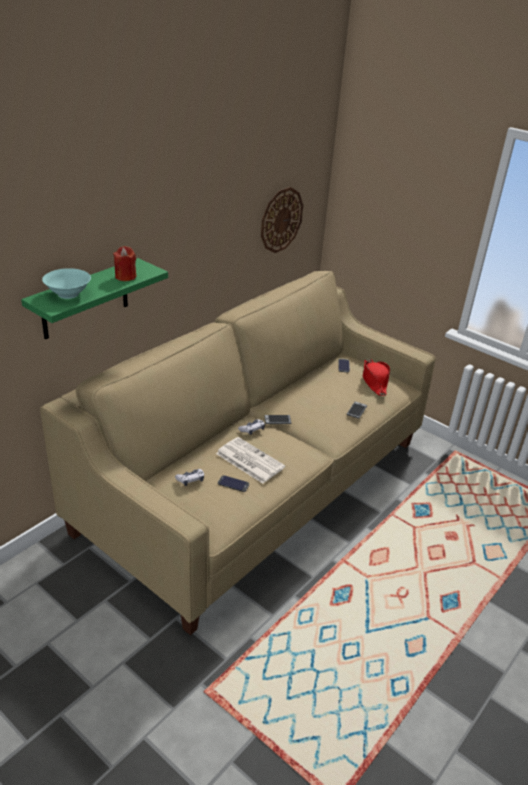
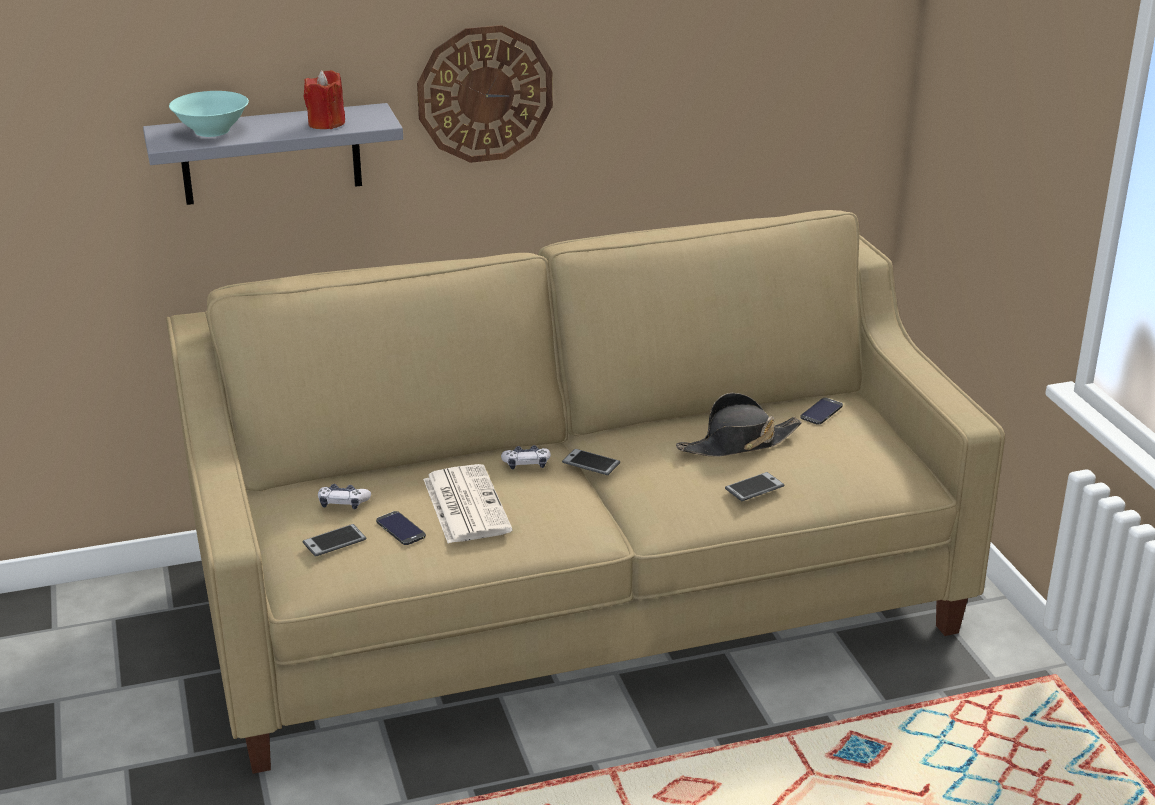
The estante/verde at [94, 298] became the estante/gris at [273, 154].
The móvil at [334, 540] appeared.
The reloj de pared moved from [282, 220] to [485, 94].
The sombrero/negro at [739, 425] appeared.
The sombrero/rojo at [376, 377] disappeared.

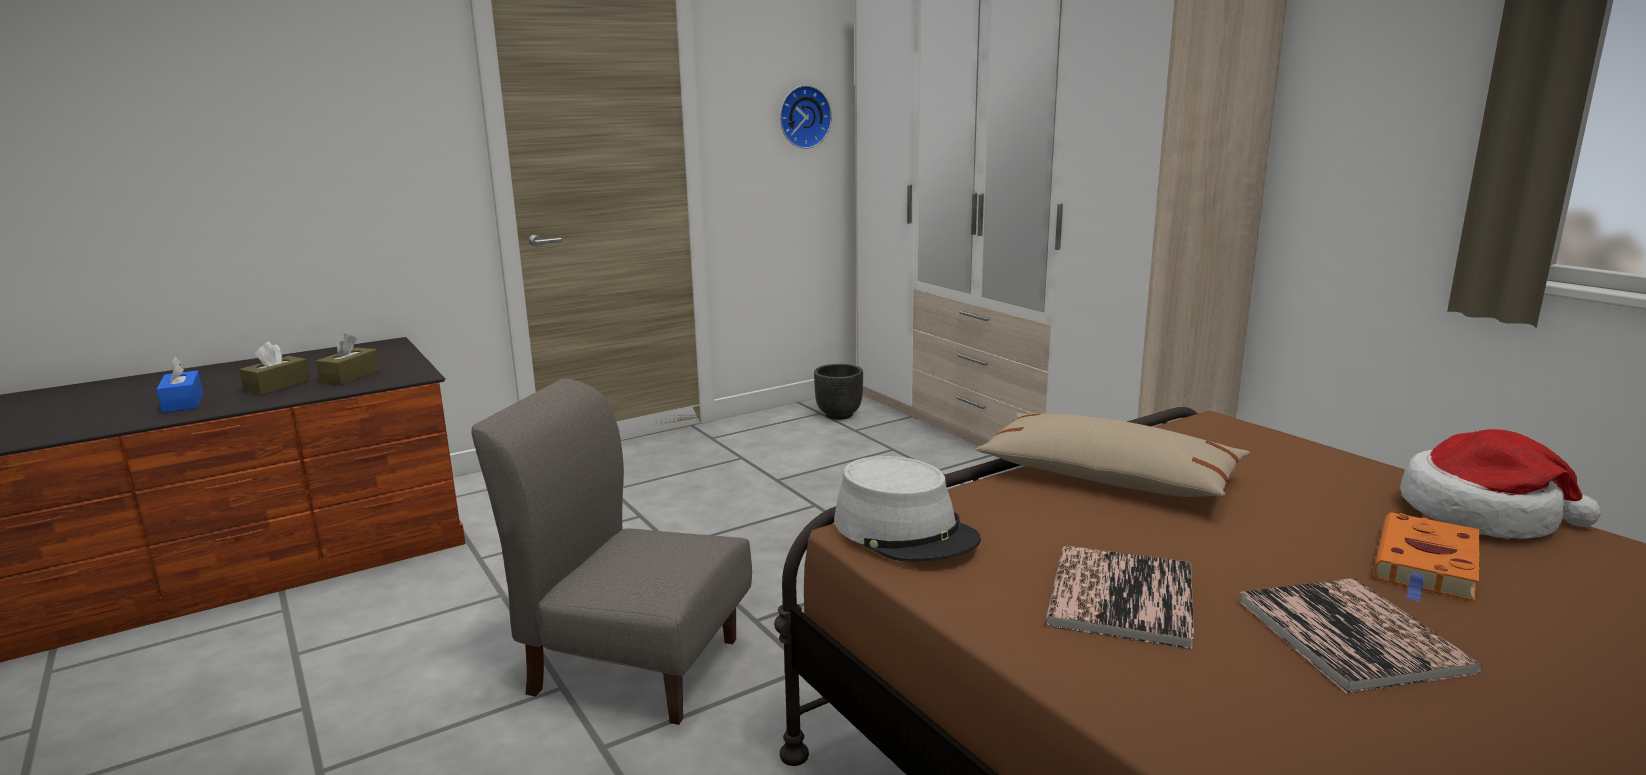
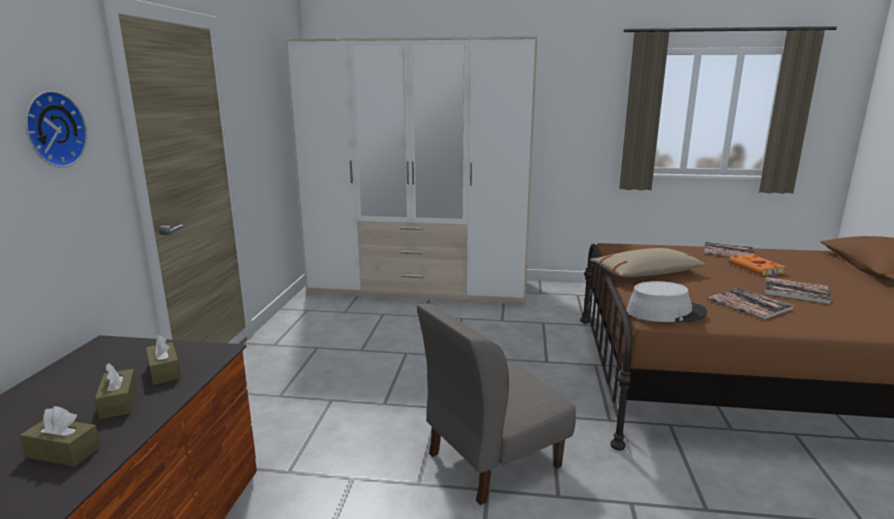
The caja de pañuelos/azul at [179, 384] became the caja de pañuelos/marrón at [60, 436].
The reloj de pared moved from [806, 117] to [56, 129].
The sombrero at [1500, 484] was replaced by the libro at [729, 249].
The maceta/negro at [838, 392] disappeared.

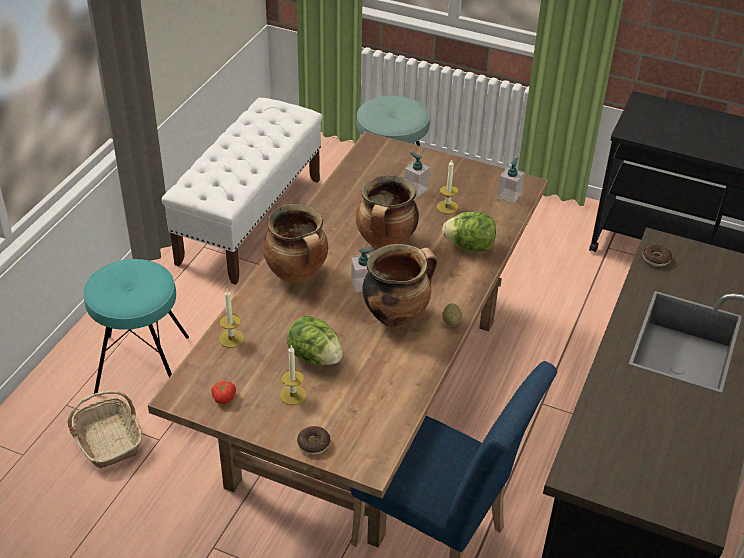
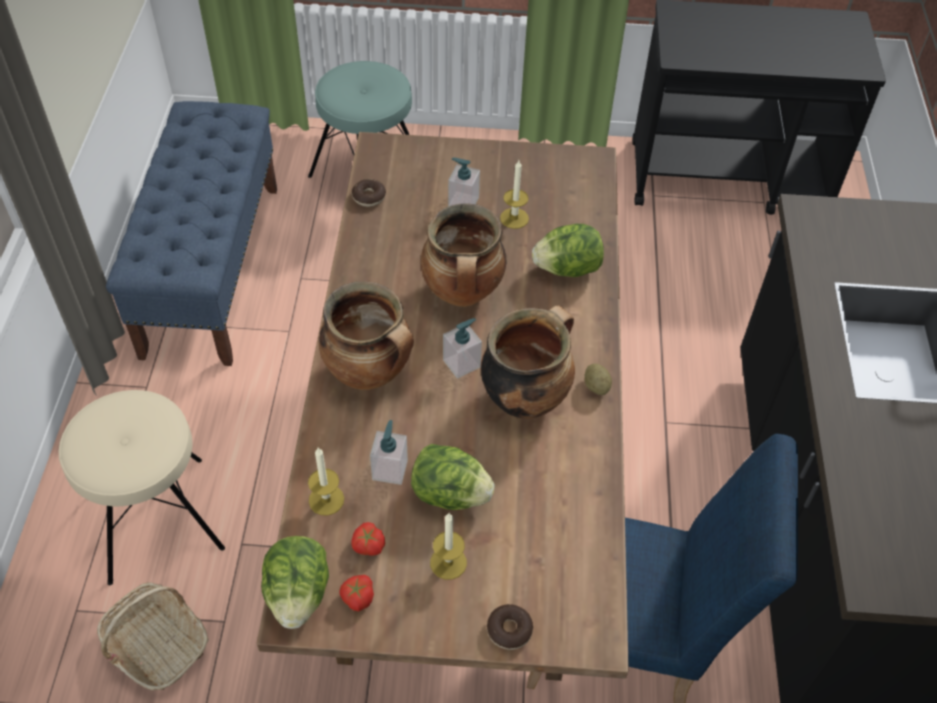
The taburete/turquesa at [136, 326] became the taburete/beis at [142, 487].
The banco/blanco at [242, 191] became the banco/azul at [191, 233].
The lechuga at [295, 582] appeared.
The tomate at [368, 539] appeared.
The rosquilla moved from [657, 255] to [369, 193].
The dispensador de jabón moved from [511, 180] to [389, 452].

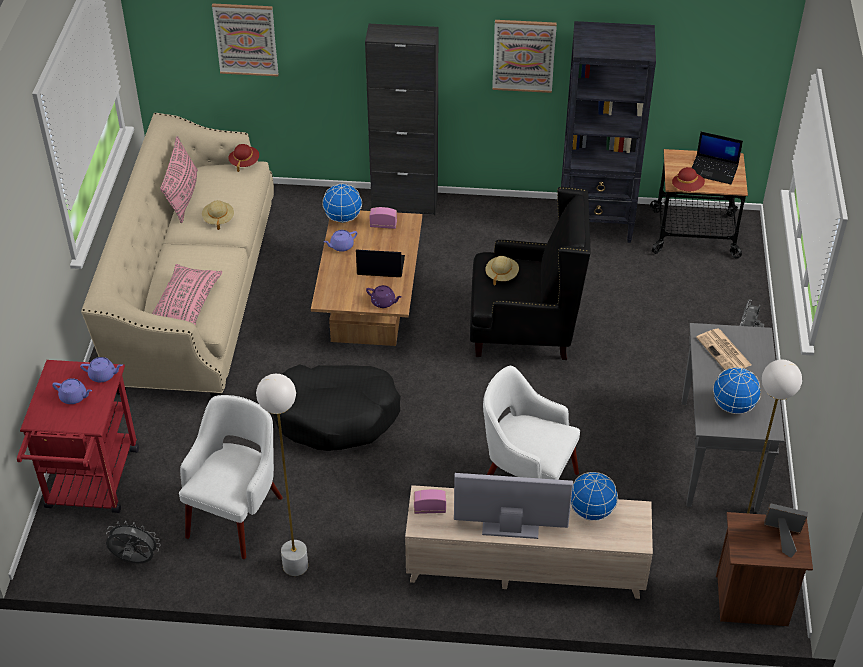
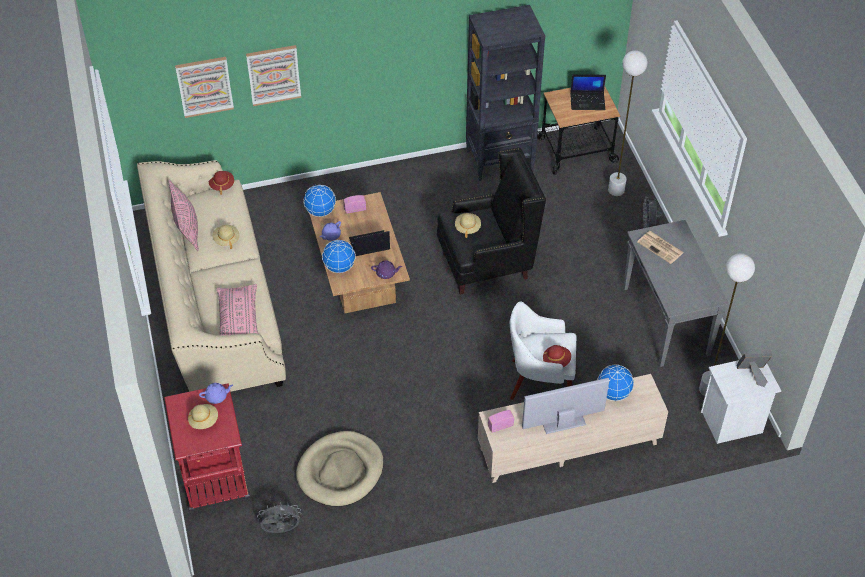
The tetera/morado at [72, 391] was replaced by the sombrero/beis at [203, 416].
The cuadro moved from [524, 56] to [273, 75].
The sillón/blanco at [231, 477] was replaced by the cama para perro/beis at [339, 468].
The globo terráqueo moved from [737, 390] to [339, 256].
The sombrero/rojo moved from [688, 179] to [557, 356].
The lámpara de pie/blanco moved from [282, 475] to [628, 123].
The mesita de noche/marrón at [764, 569] became the mesita de noche/blanco at [741, 402].
The cama para perro/negro at [337, 407] disappeared.
The armario/negro at [401, 119] disappeared.

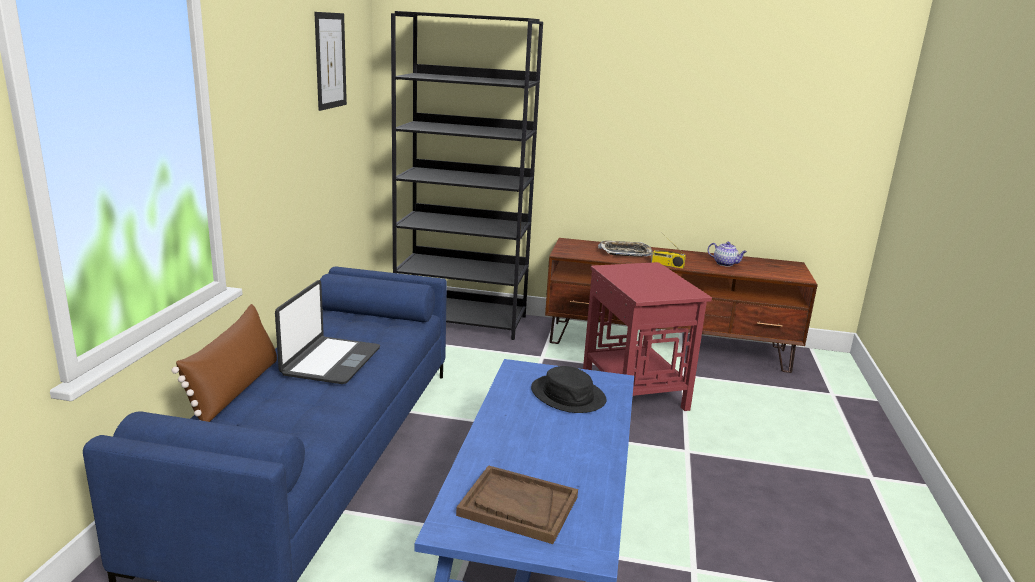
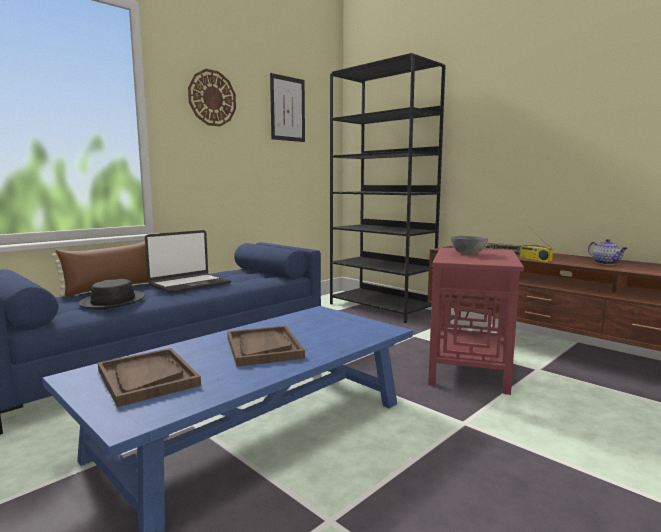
The sombrero/negro moved from [569, 389] to [111, 294].
The reloj de pared at [212, 98] appeared.
The bandeja/marrón at [266, 346] appeared.
The cuenco/gris at [469, 245] appeared.

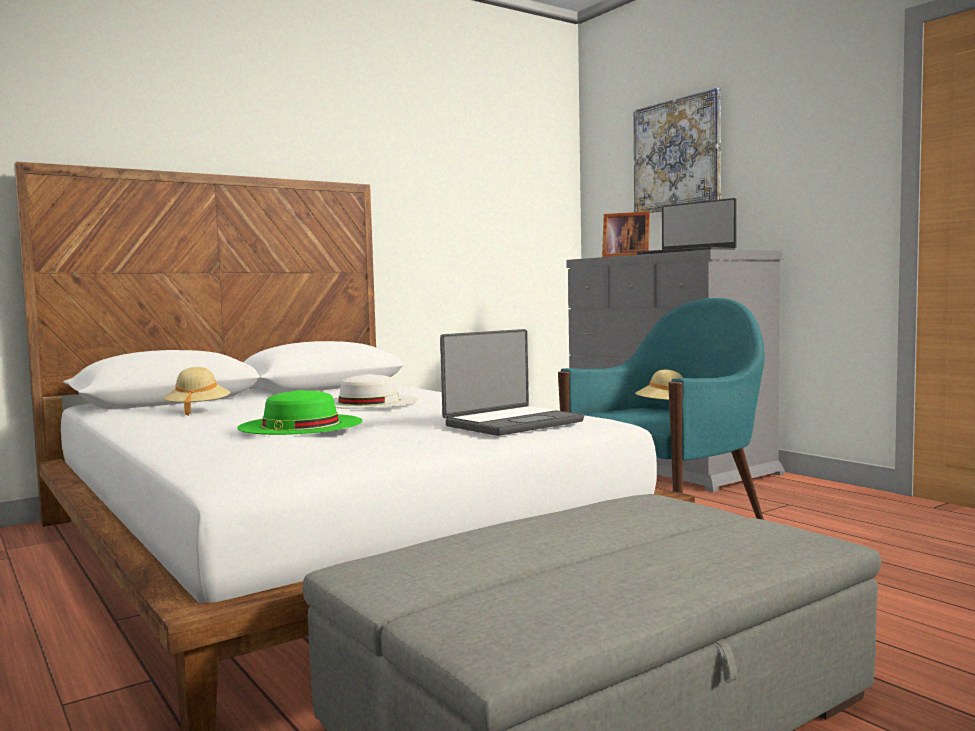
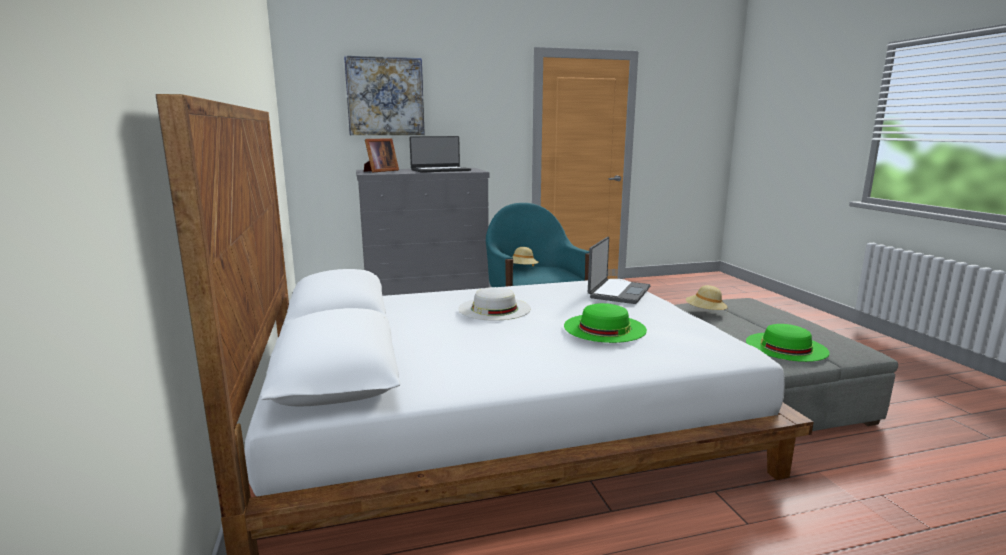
The portátil at [512, 382] turned 45 degrees clockwise.
The sombrero/beis moved from [197, 391] to [707, 297].
The sombrero/verde at [788, 343] appeared.

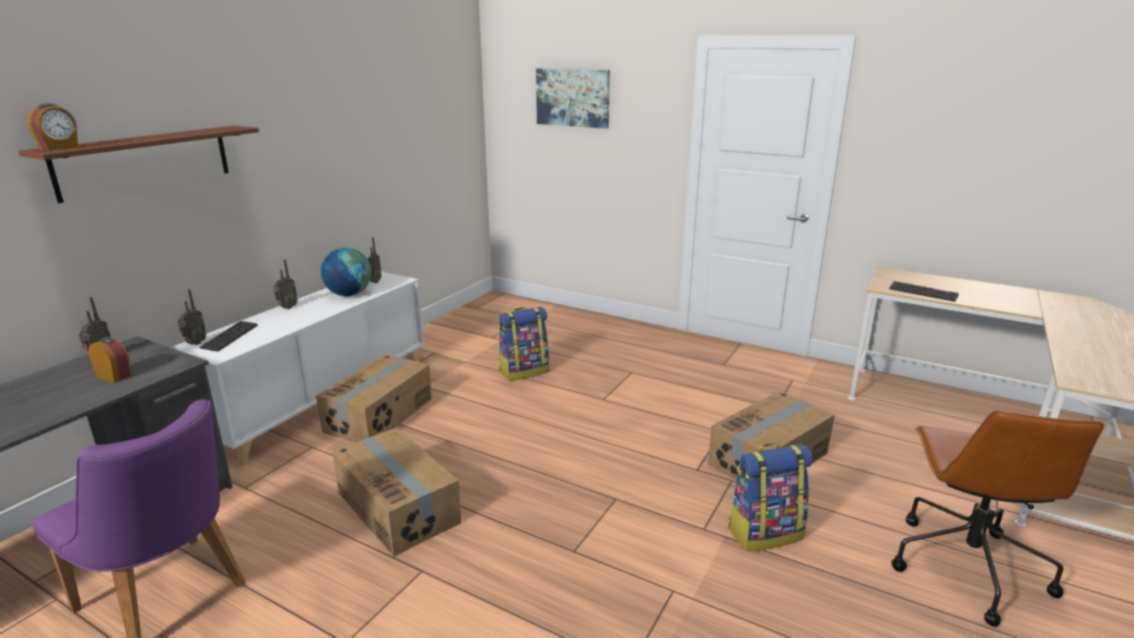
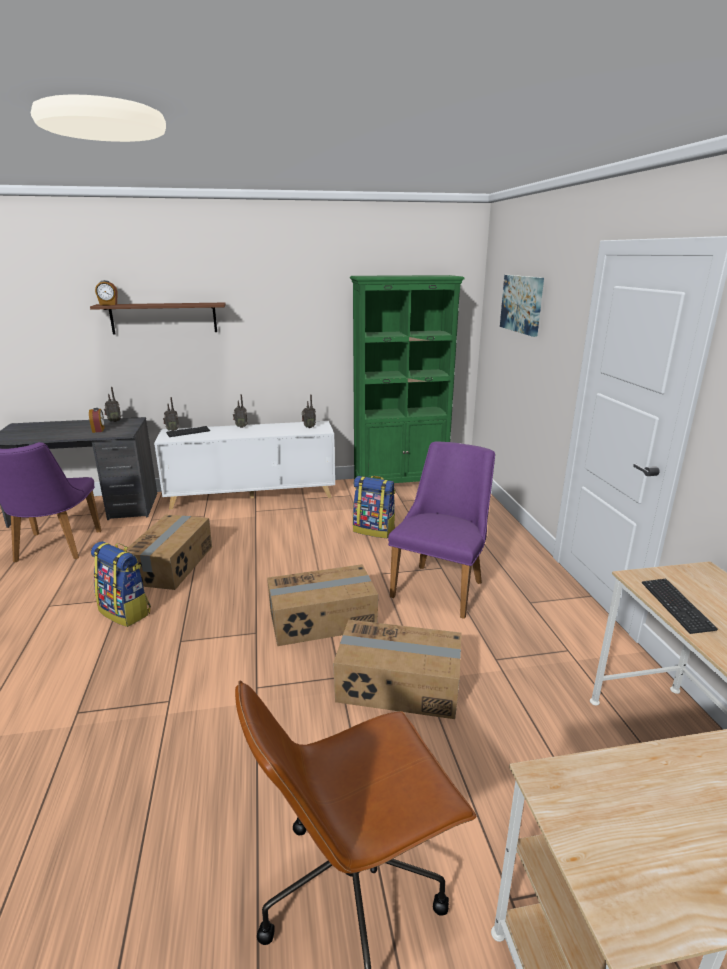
The mochila moved from [770, 497] to [121, 584].
The caja de cartón moved from [374, 398] to [322, 605].
The estantería/verde at [407, 379] appeared.
The silla/morado at [441, 530] appeared.
The globo terráqueo at [346, 272] disappeared.

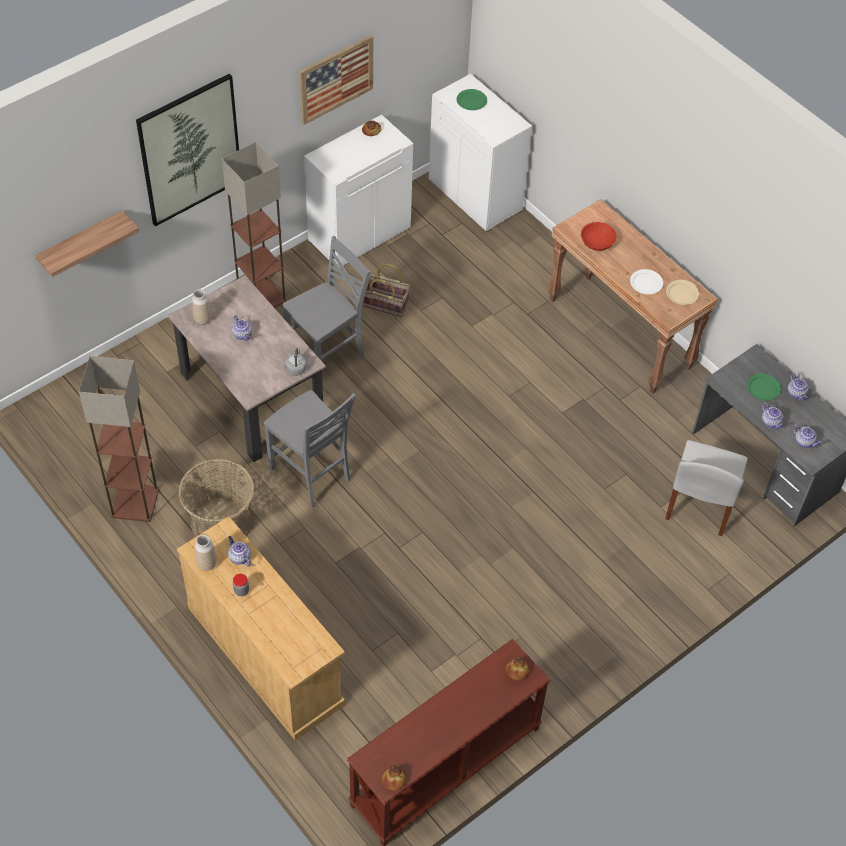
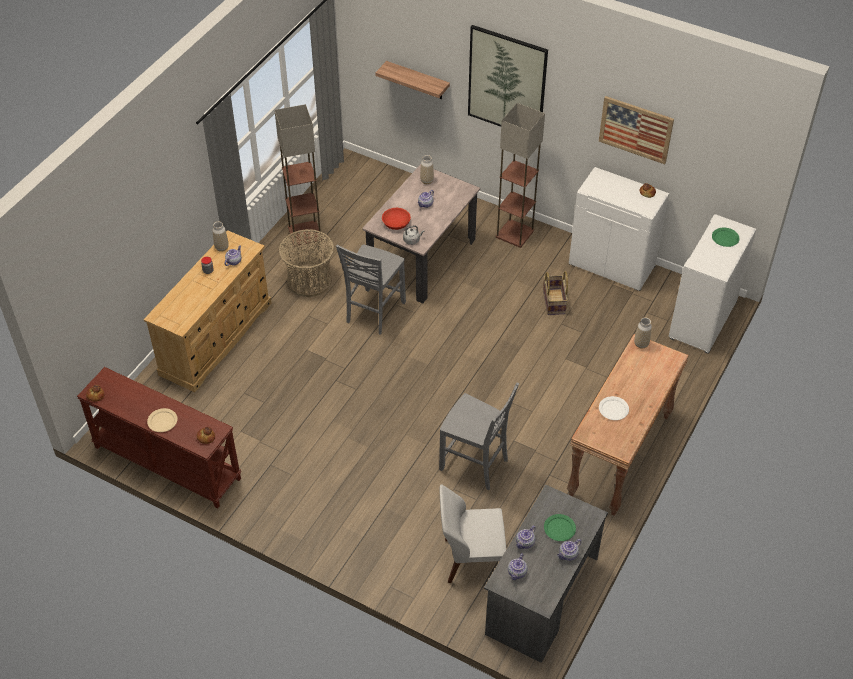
The plato/beis moved from [682, 292] to [162, 420].
The cuenco/rojo moved from [599, 236] to [396, 219].
The silla/gris moved from [326, 298] to [479, 436].
The florero at [643, 333] appeared.

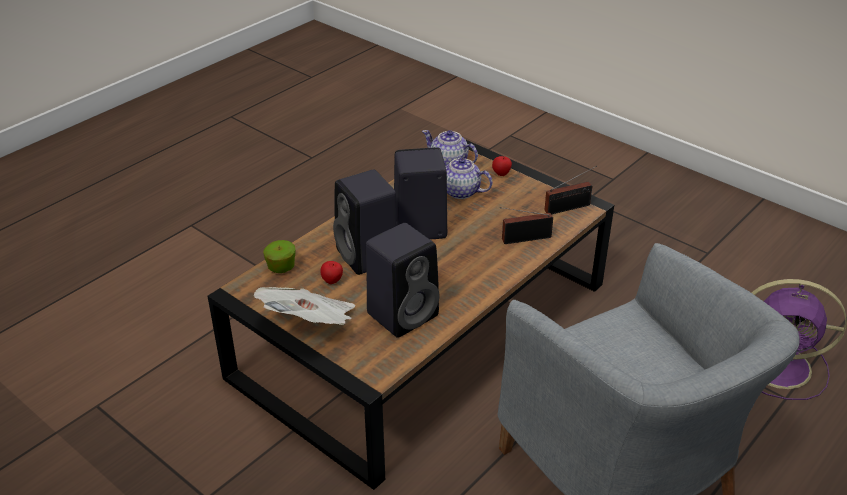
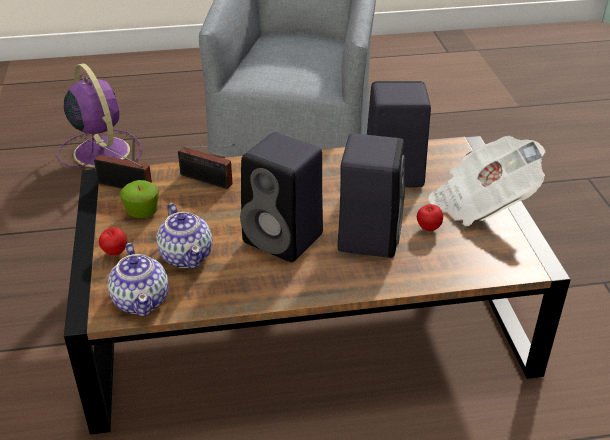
The manzana moved from [279, 256] to [139, 199].

